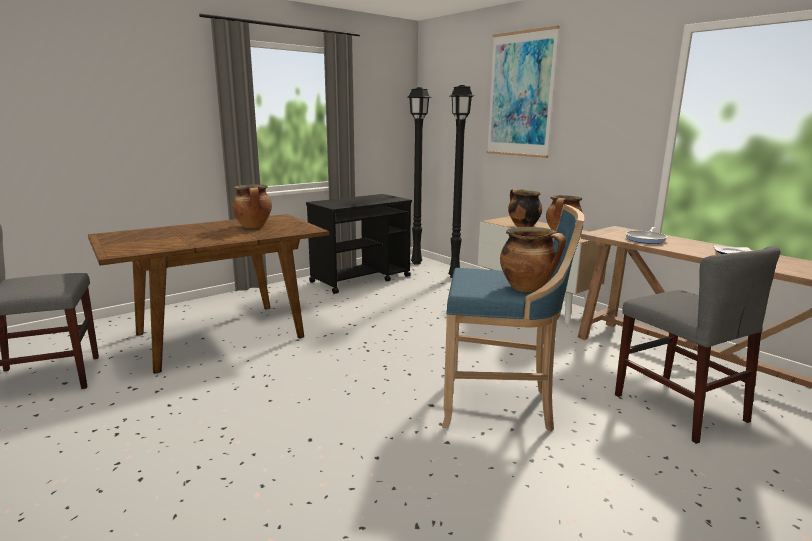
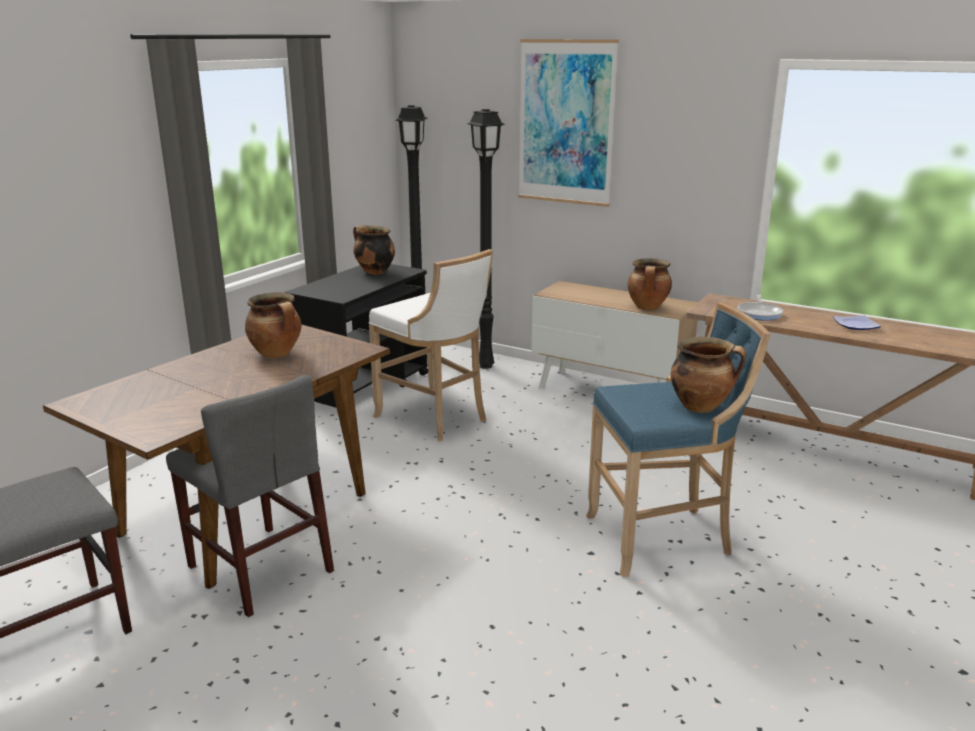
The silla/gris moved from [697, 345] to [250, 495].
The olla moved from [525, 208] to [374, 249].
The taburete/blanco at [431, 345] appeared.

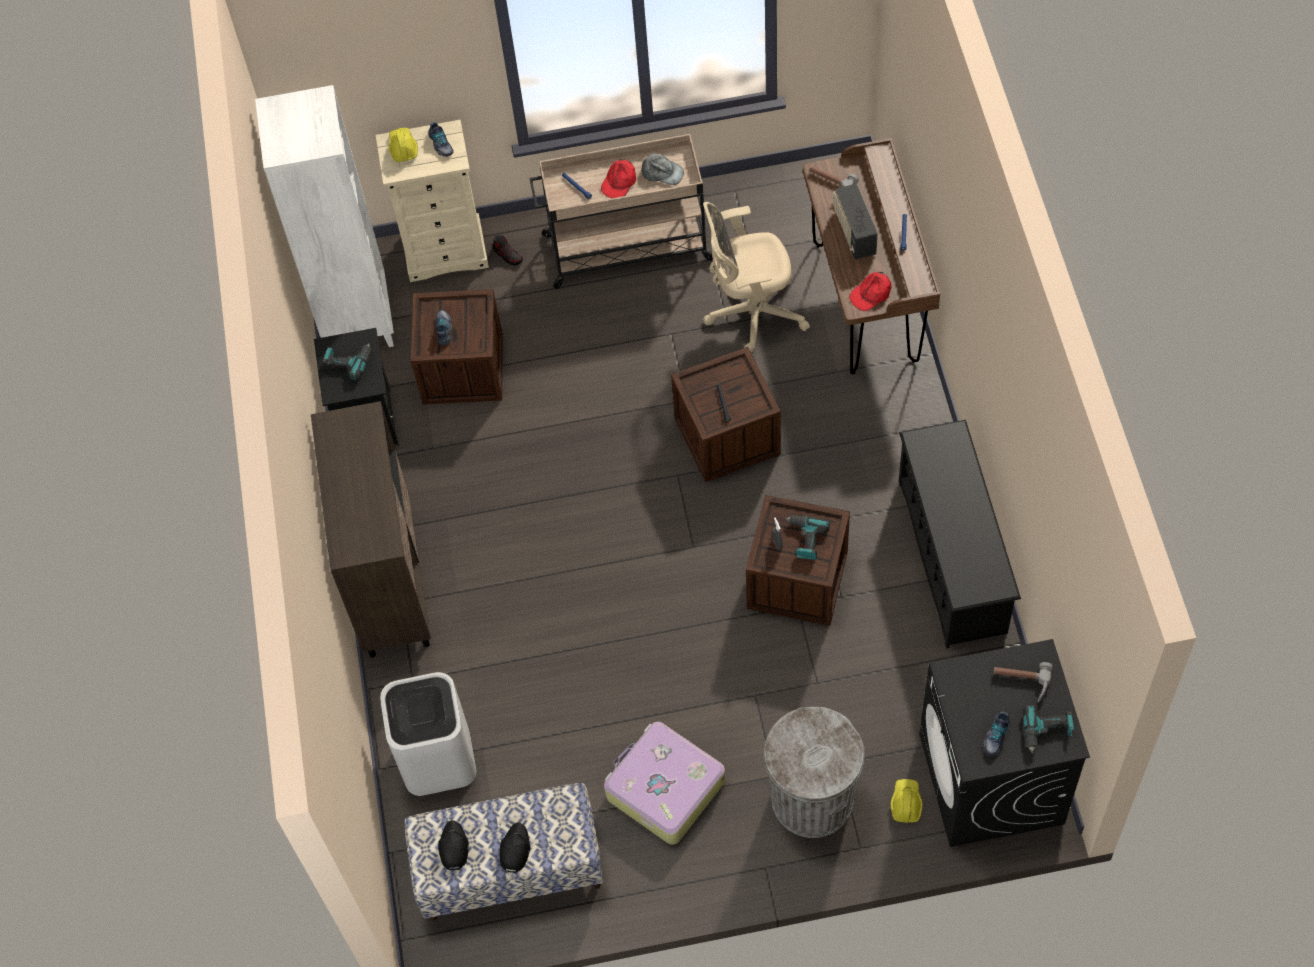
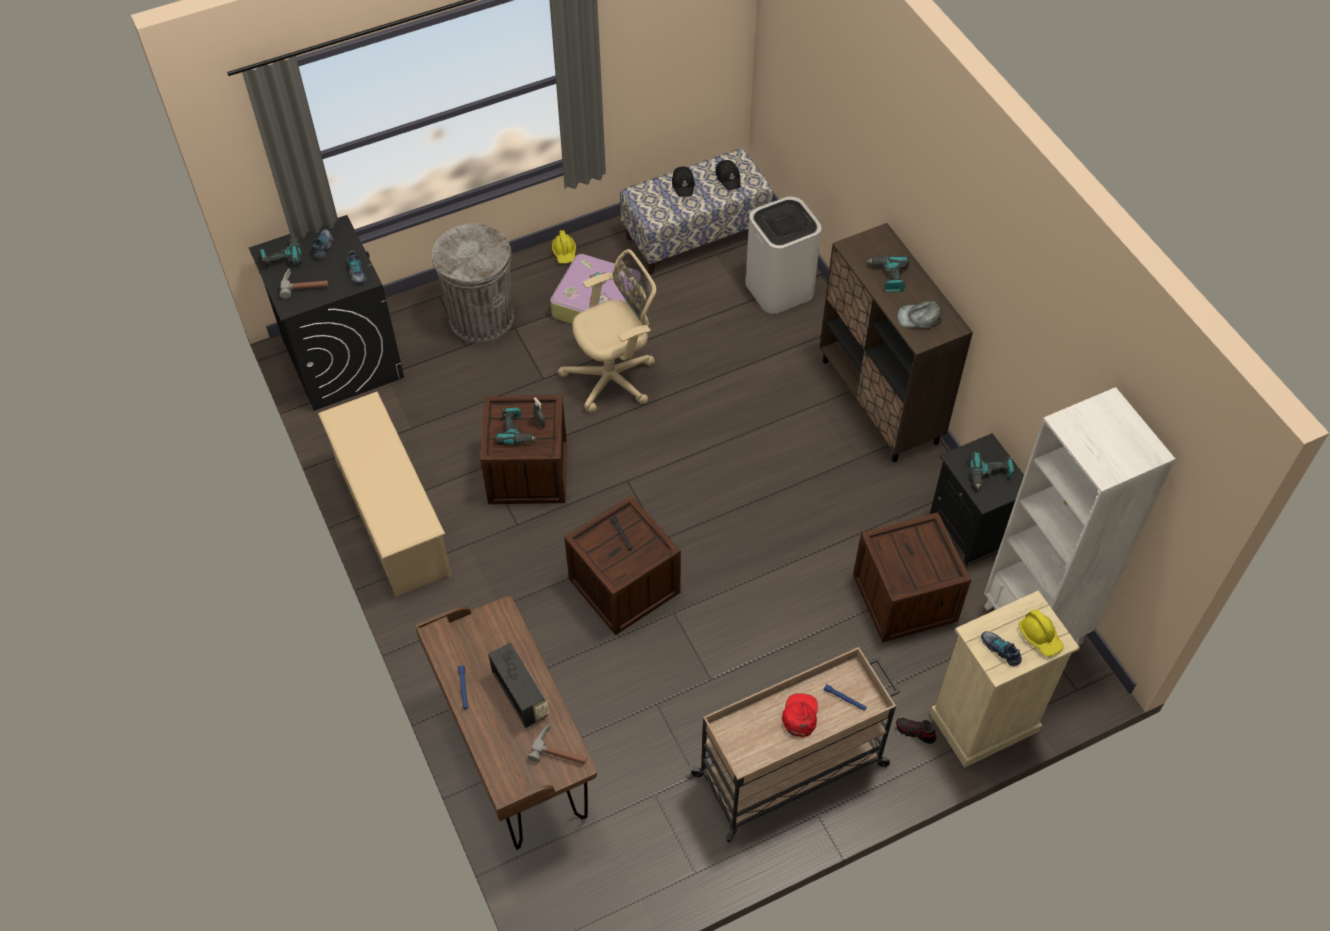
The zapatero/negro at [960, 534] became the zapatero/beis at [385, 494].
The zapato moved from [444, 327] to [357, 267].
The casco/amarillo moved from [907, 801] to [564, 247].
The silla de oficina/beis moved from [756, 277] to [607, 331].
The taladro at [888, 274] appeared.
The gorra/gris moved from [662, 169] to [919, 315].
The gorra/rojo at [870, 291] disappeared.

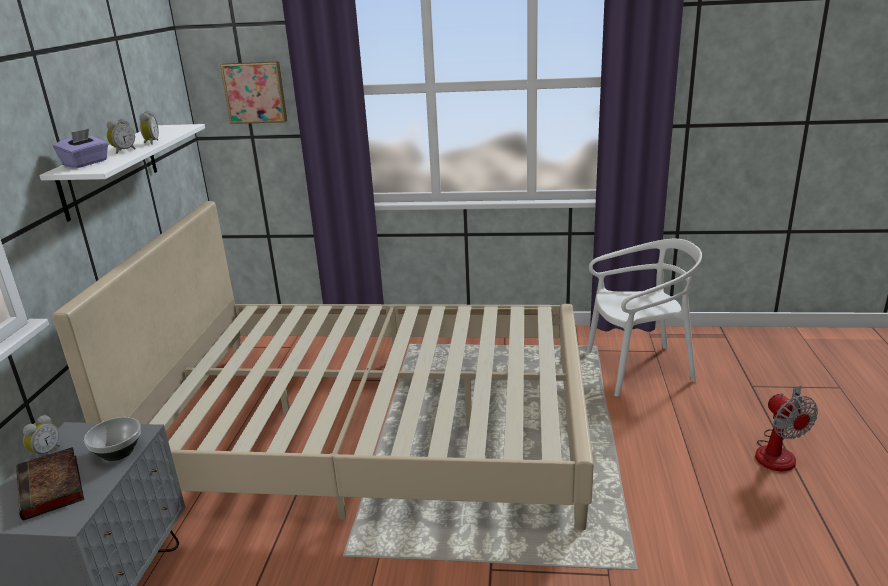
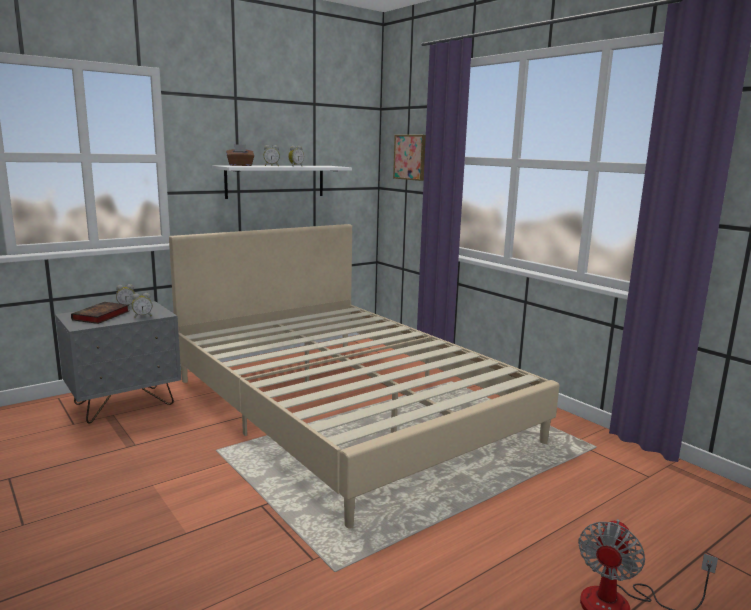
The cuenco at [112, 439] was replaced by the despertador at [142, 305].
The caja de pañuelos/morado at [80, 148] became the caja de pañuelos/marrón at [240, 155].
The silla/blanco at [644, 318] disappeared.

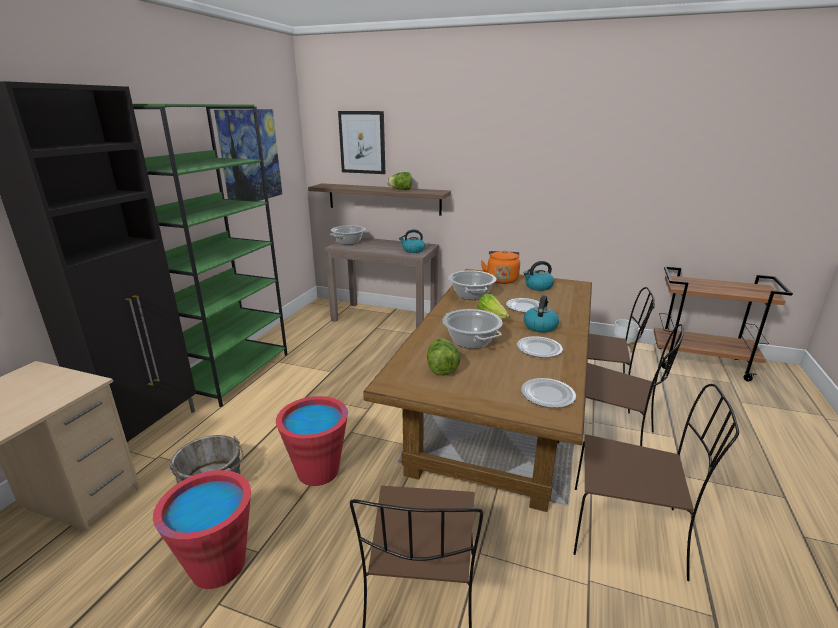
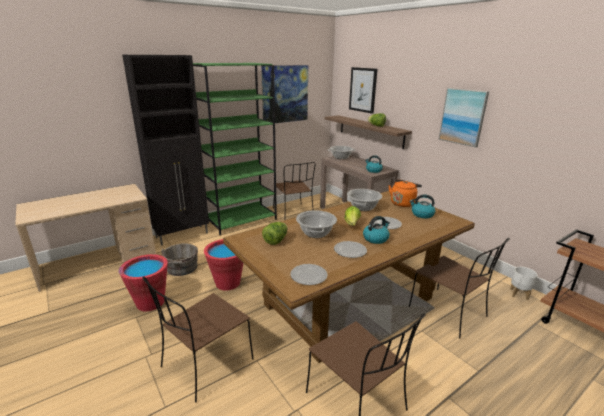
The silla/marrón moved from [620, 385] to [294, 186].
The cuadro at [464, 118] appeared.

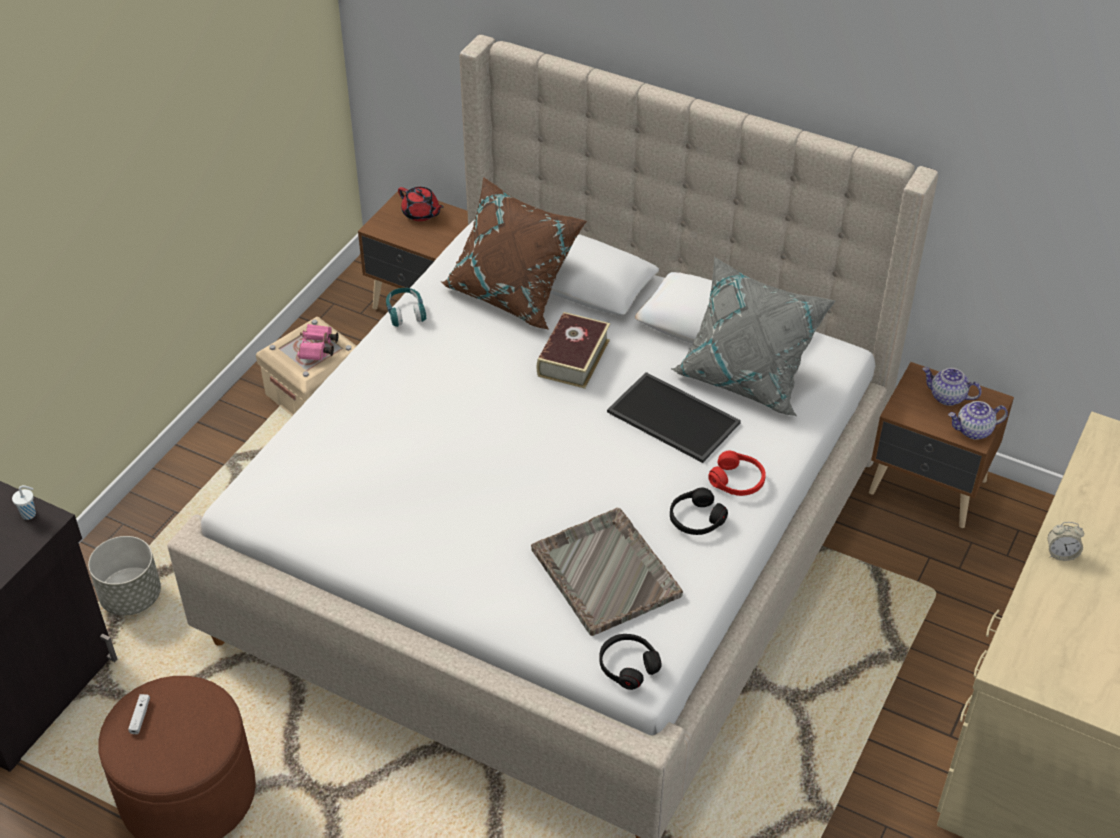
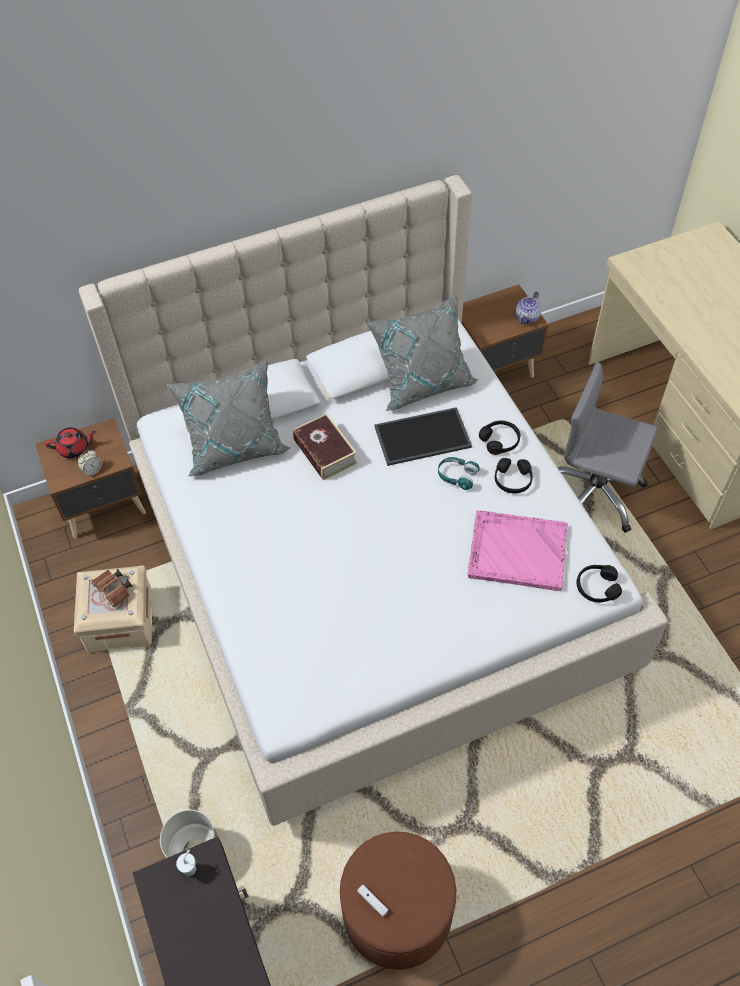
The despertador moved from [1066, 541] to [90, 463].
The prismáticos/rosa at [318, 342] became the prismáticos/marrón at [112, 588].
The cojín/marrón at [514, 253] became the cojín/gris at [228, 418].
The auriculares/turquesa moved from [406, 307] to [459, 473].
The bandeja/gris at [607, 572] became the bandeja/rosa at [517, 550].
The auriculares/rojo at [737, 473] became the auriculares/negro at [499, 438].
The silla de oficina/gris at [607, 447] appeared.
The tetera at [952, 386] disappeared.

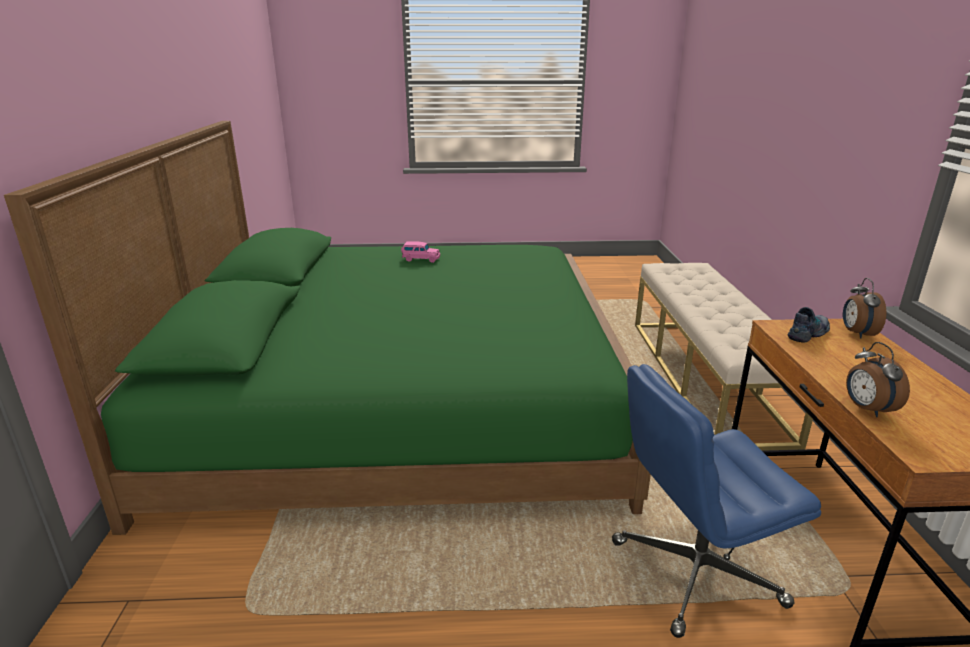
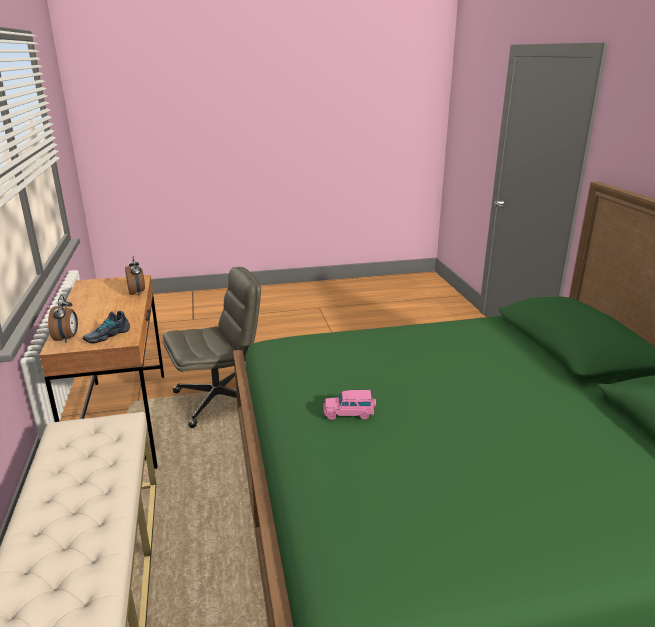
The silla de oficina/azul at [716, 501] became the silla de oficina/gris at [212, 347].
The coche de juguete/rosa moved from [420, 252] to [349, 405].

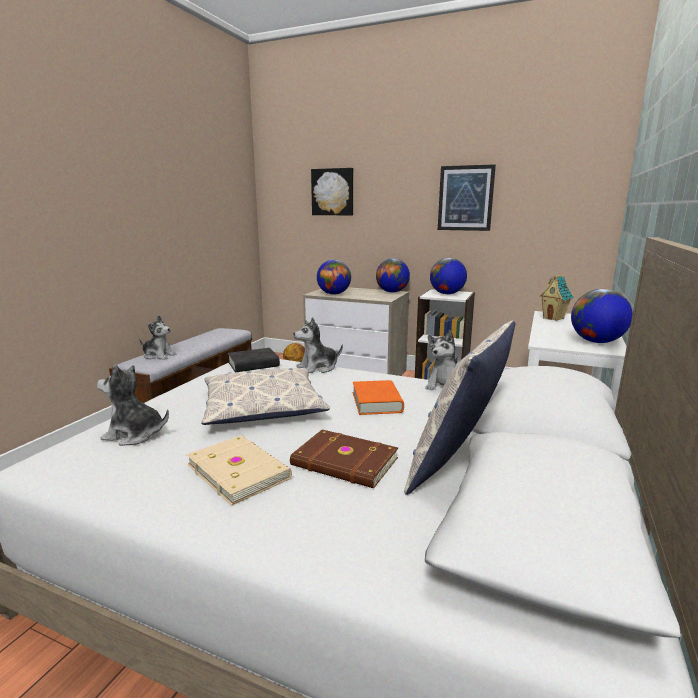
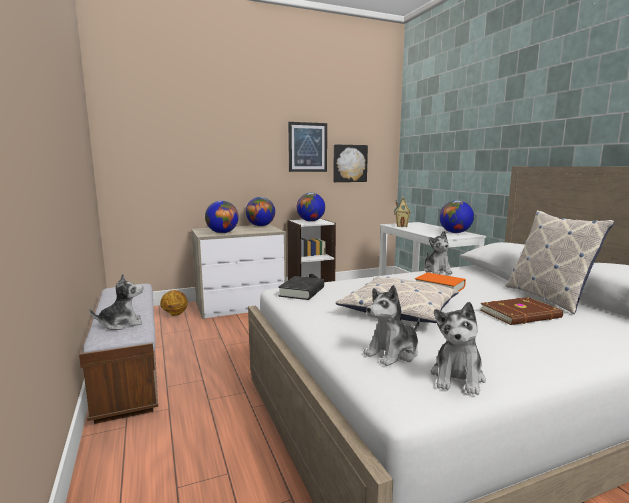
The cuadro moved from [332, 191] to [350, 163].
The peluche moved from [318, 345] to [458, 348].
The libro/beis at [239, 470] disappeared.

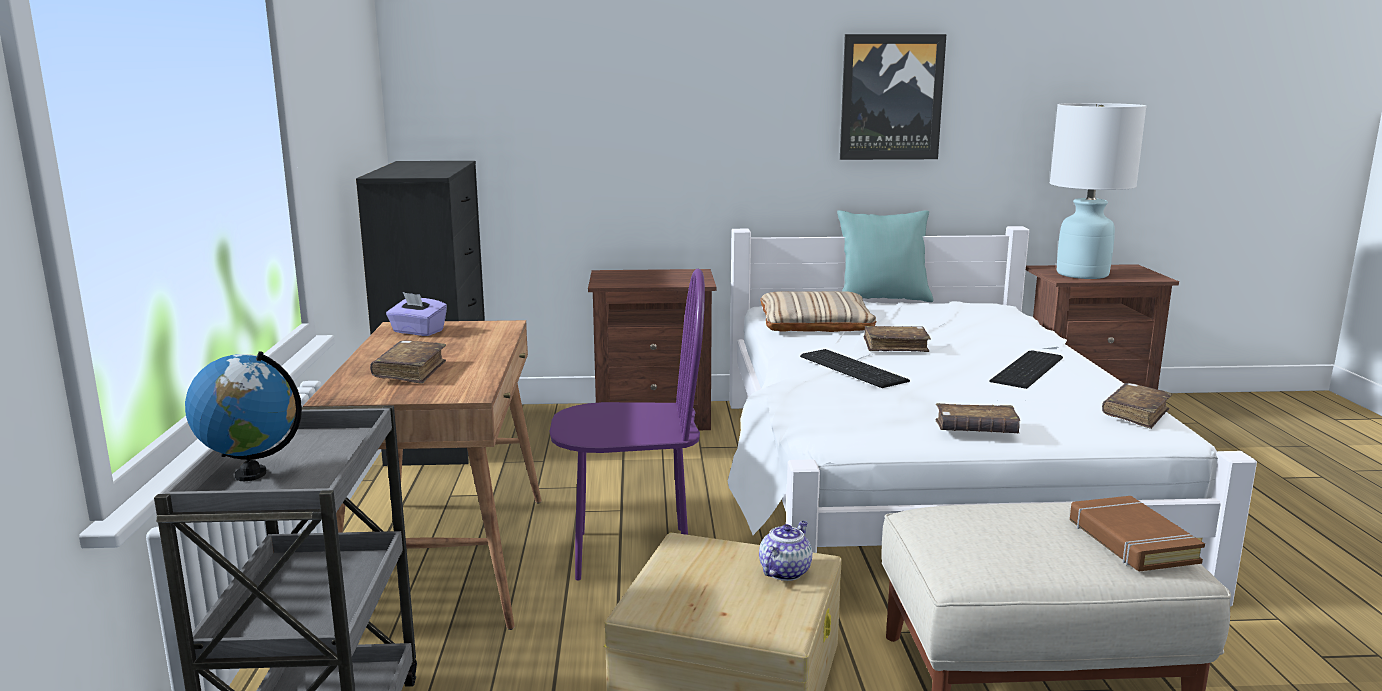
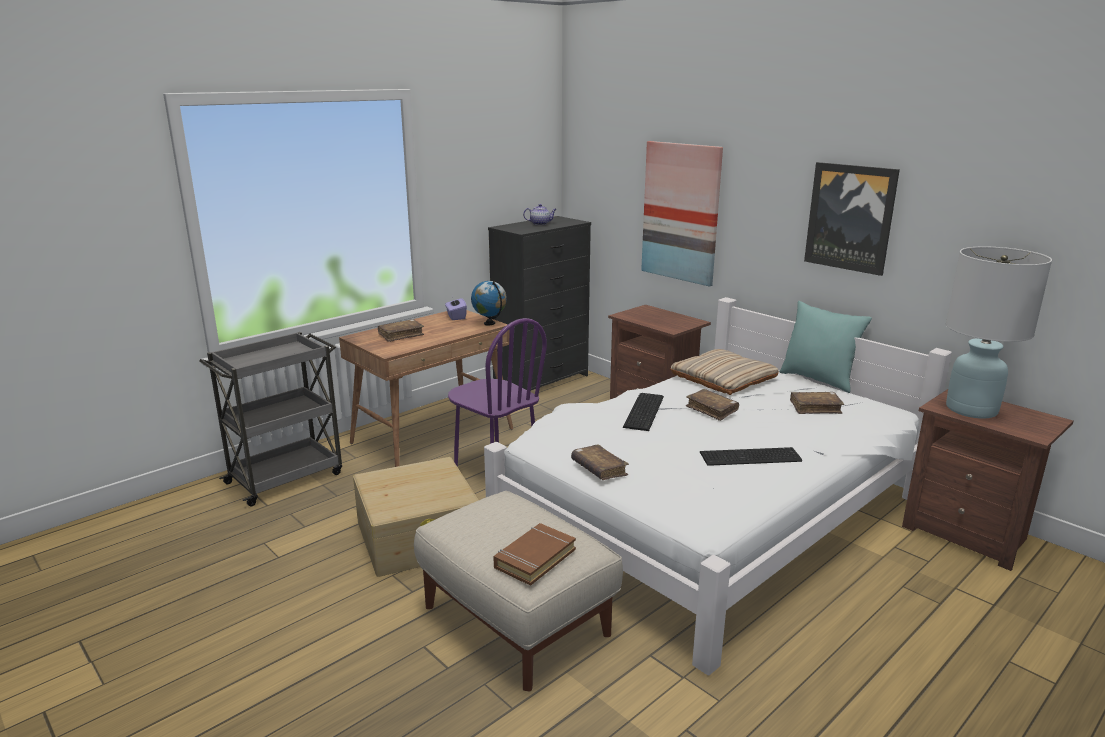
The globo terráqueo moved from [243, 416] to [489, 303].
The tetera moved from [785, 551] to [540, 214].
The cuadro at [682, 214] appeared.
The libro/marrón moved from [1137, 406] to [817, 403].

